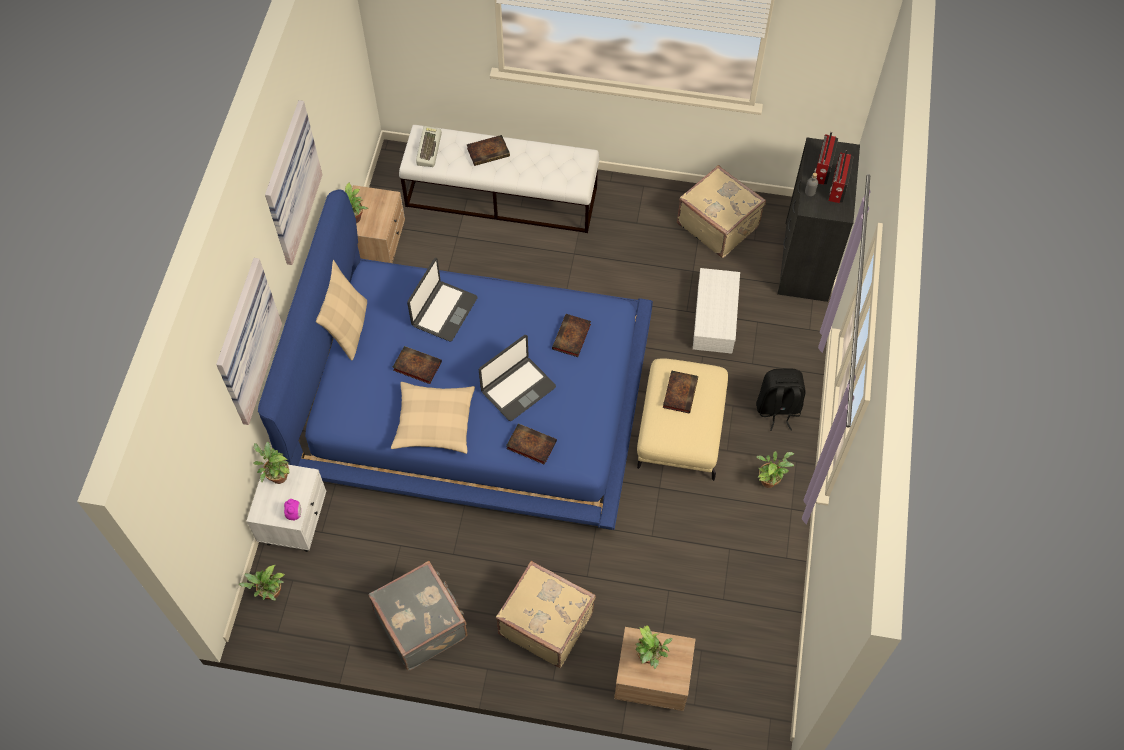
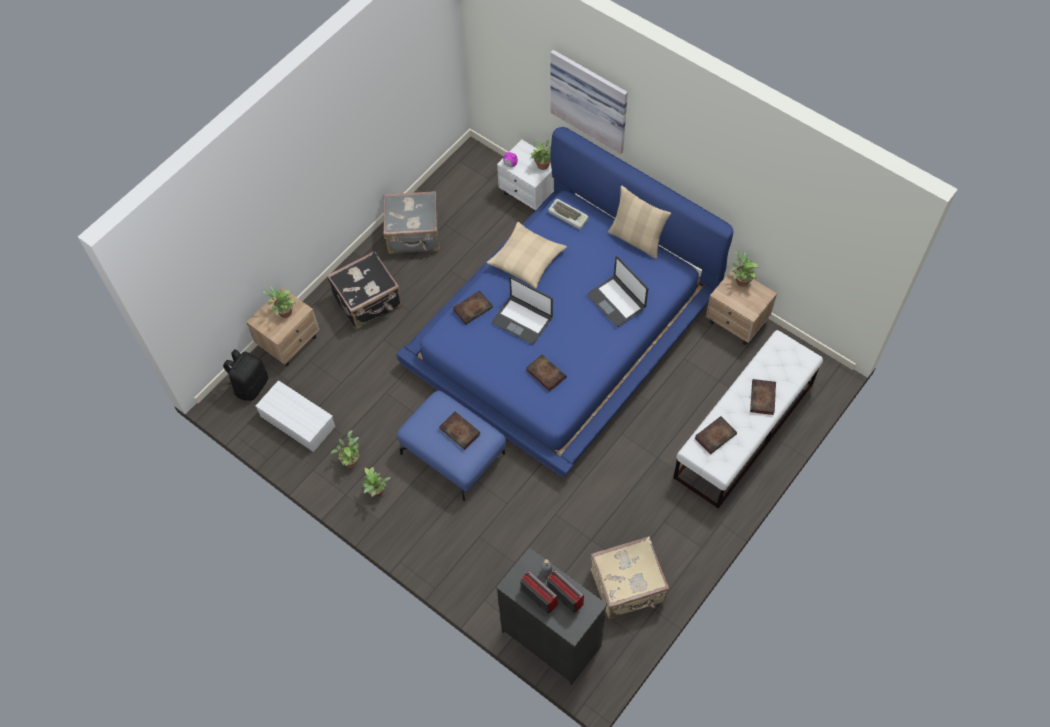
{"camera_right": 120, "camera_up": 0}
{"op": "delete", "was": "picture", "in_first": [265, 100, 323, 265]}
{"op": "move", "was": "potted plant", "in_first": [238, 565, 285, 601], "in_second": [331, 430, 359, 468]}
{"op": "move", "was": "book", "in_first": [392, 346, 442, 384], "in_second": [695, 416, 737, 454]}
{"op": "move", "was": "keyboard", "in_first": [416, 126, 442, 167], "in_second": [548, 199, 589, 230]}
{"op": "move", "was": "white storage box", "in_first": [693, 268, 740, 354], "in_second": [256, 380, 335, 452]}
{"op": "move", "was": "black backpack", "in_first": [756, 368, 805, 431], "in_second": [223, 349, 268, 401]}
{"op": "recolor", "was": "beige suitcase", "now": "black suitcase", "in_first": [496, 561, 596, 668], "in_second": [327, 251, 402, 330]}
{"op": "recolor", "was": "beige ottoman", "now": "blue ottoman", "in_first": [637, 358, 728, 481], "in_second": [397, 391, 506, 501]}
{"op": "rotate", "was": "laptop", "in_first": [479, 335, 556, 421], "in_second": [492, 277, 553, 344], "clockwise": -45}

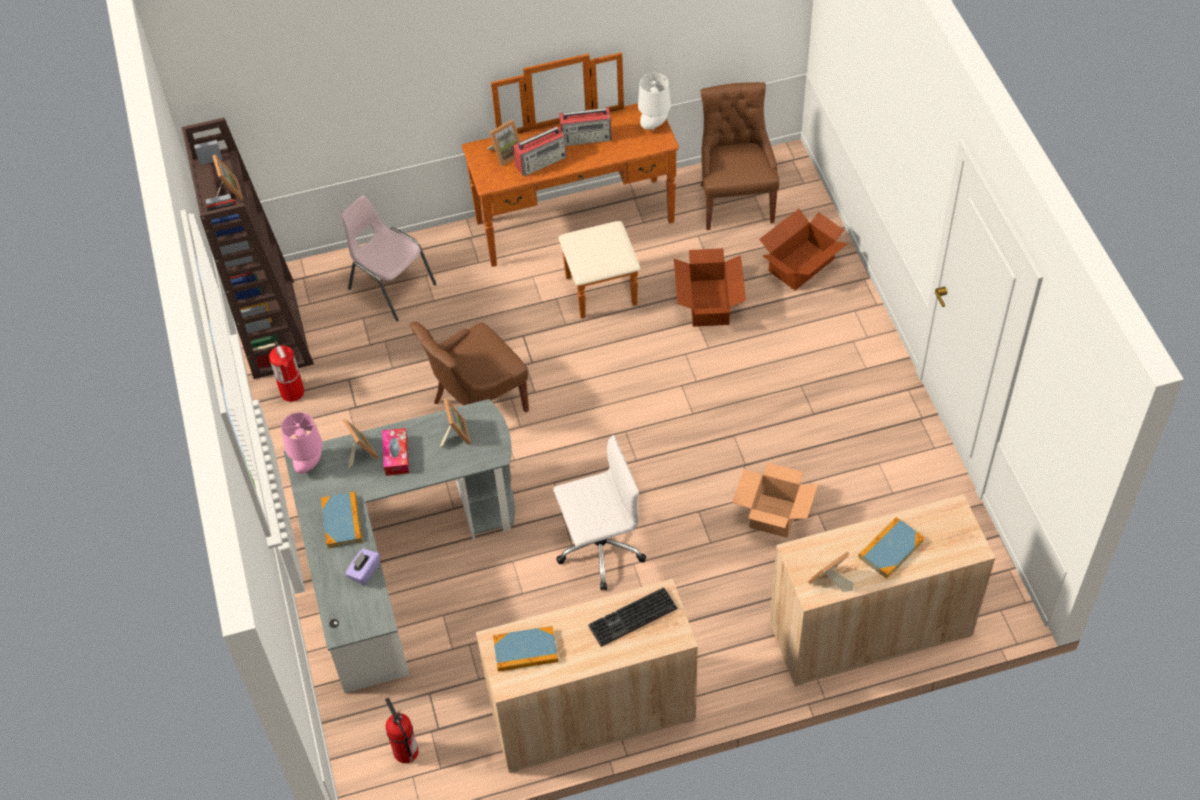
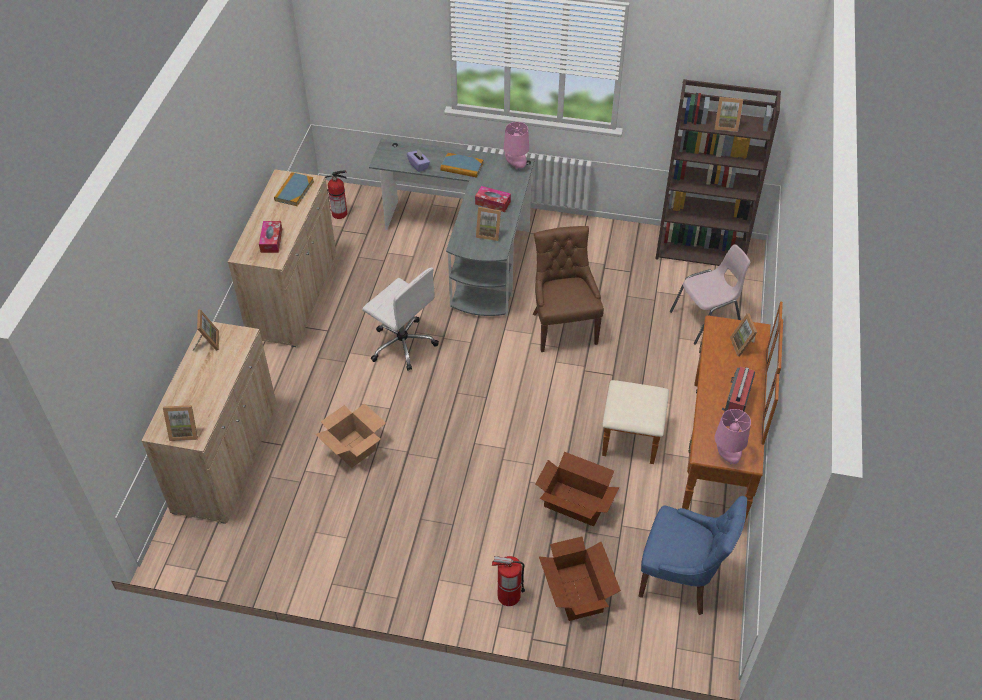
{"camera_right": 115, "camera_up": -5}
{"op": "delete", "was": "radio", "in_first": [513, 126, 566, 176]}
{"op": "delete", "was": "book", "in_first": [858, 517, 925, 579]}
{"op": "move", "was": "fire extinguisher", "in_first": [269, 340, 304, 402], "in_second": [492, 556, 525, 606]}
{"op": "move", "was": "picture frame", "in_first": [343, 418, 378, 469], "in_second": [163, 405, 198, 441]}
{"op": "replace", "was": "keyboard", "now": "tissue box", "in_first": [588, 587, 677, 647], "in_second": [259, 221, 282, 253]}
{"op": "recolor", "was": "white table lamp", "now": "pink table lamp", "in_first": [638, 73, 671, 131], "in_second": [715, 409, 751, 464]}
{"op": "recolor", "was": "brown chair", "now": "blue chair", "in_first": [700, 82, 779, 230], "in_second": [639, 496, 747, 615]}
{"op": "rotate", "was": "white office chair", "in_first": [553, 435, 646, 590], "in_second": [362, 268, 439, 371], "clockwise": -60}

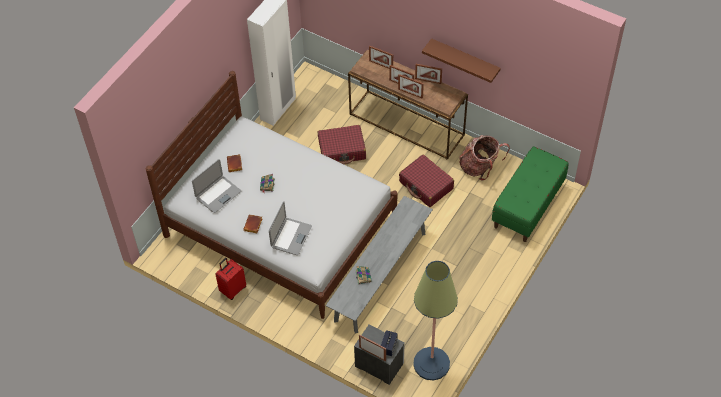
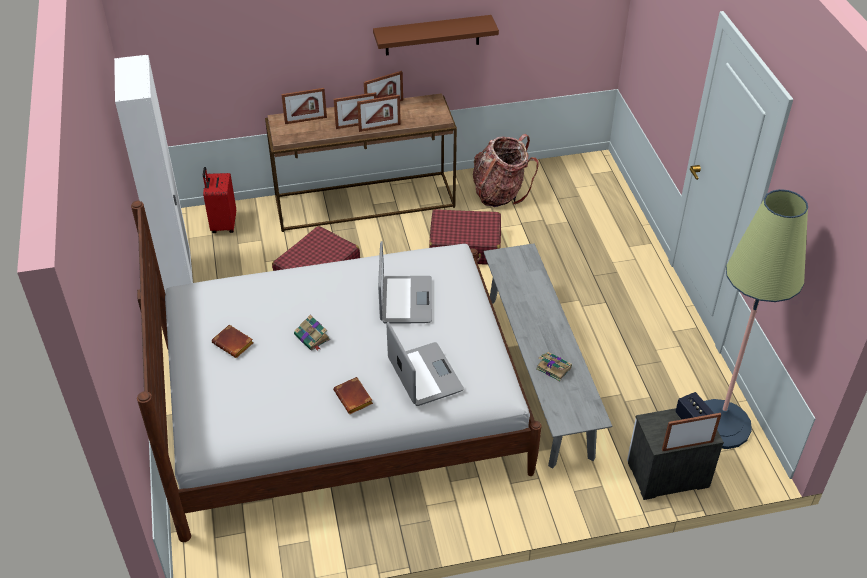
{"camera_right": -45, "camera_up": -10}
{"op": "delete", "was": "green bench", "in_first": [492, 146, 568, 242]}
{"op": "move", "was": "laptop", "in_first": [192, 159, 241, 213], "in_second": [378, 241, 432, 323]}
{"op": "move", "was": "red suitcase", "in_first": [215, 258, 246, 300], "in_second": [203, 167, 236, 233]}

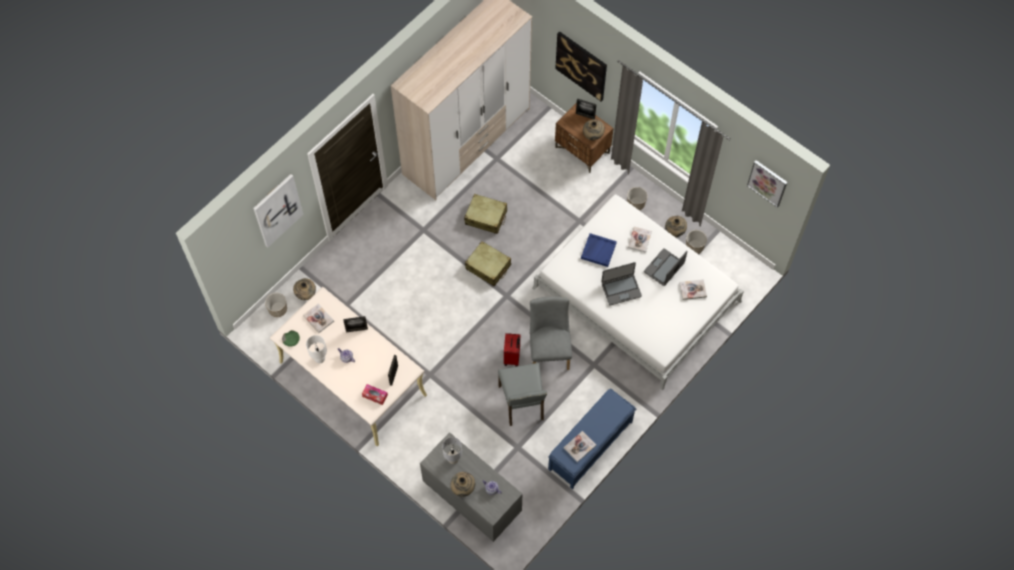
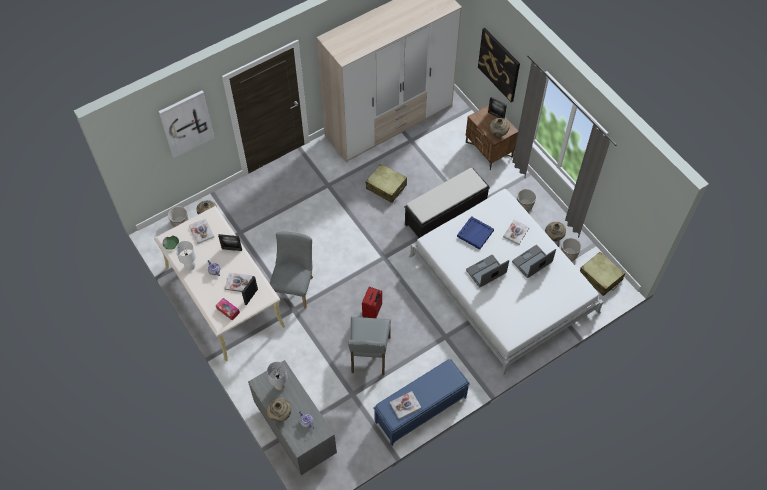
{"camera_right": 15, "camera_up": -5}
{"op": "delete", "was": "picture", "in_first": [747, 160, 787, 208]}
{"op": "insert", "now": "black bench", "in_second": [404, 168, 490, 238]}
{"op": "move", "was": "beige suitcase", "in_first": [465, 241, 511, 286], "in_second": [580, 252, 625, 296]}
{"op": "move", "was": "grey chair", "in_first": [530, 296, 572, 370], "in_second": [270, 231, 313, 308]}
{"op": "move", "was": "book", "in_first": [679, 279, 707, 300], "in_second": [225, 272, 253, 292]}
{"op": "rotate", "was": "laptop", "in_first": [601, 262, 642, 306], "in_second": [466, 255, 509, 287], "clockwise": 150}

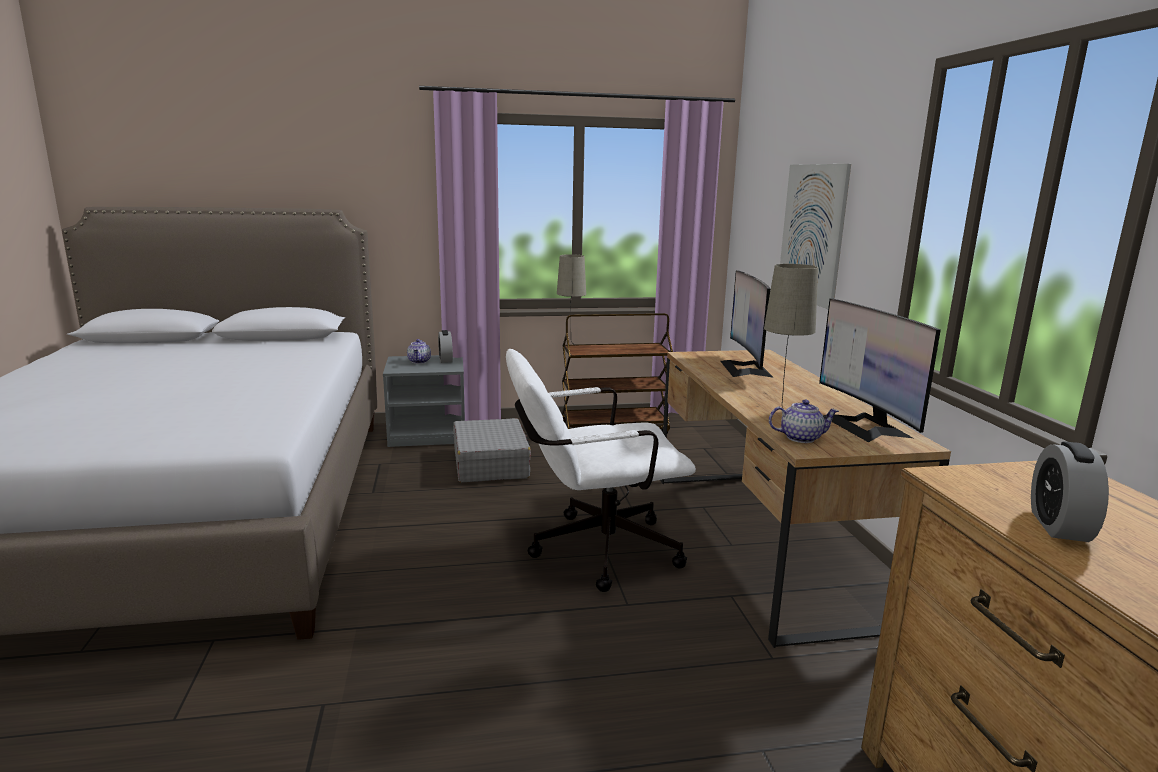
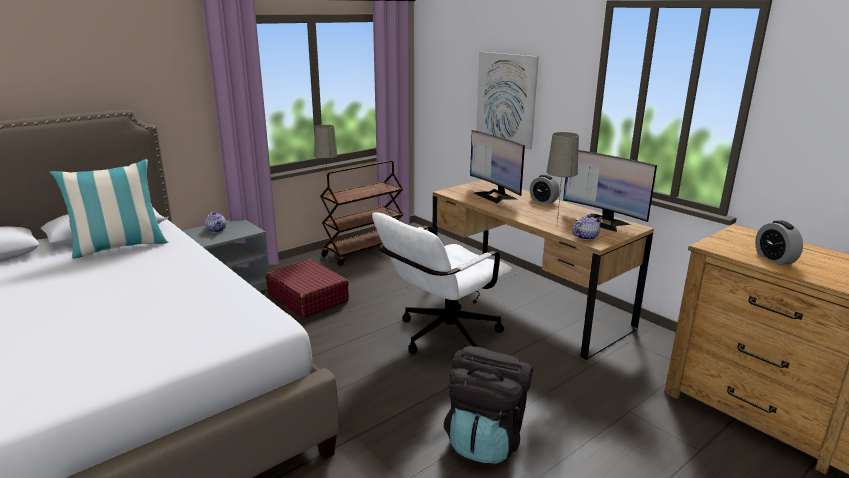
{"camera_right": -30, "camera_up": 5}
{"op": "insert", "now": "pillow", "in_second": [49, 159, 169, 259]}
{"op": "insert", "now": "black backpack", "in_second": [444, 346, 533, 464]}
{"op": "move", "was": "alarm clock", "in_first": [438, 330, 453, 363], "in_second": [530, 175, 560, 204]}
{"op": "recolor", "was": "grey suitcase", "now": "red suitcase", "in_first": [453, 418, 531, 482], "in_second": [266, 259, 349, 318]}

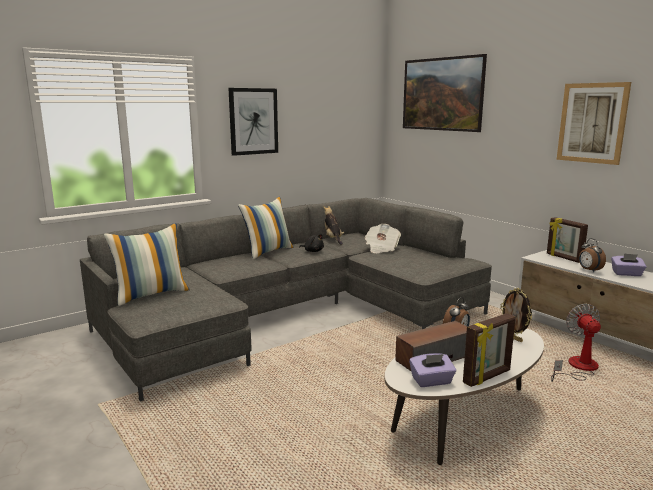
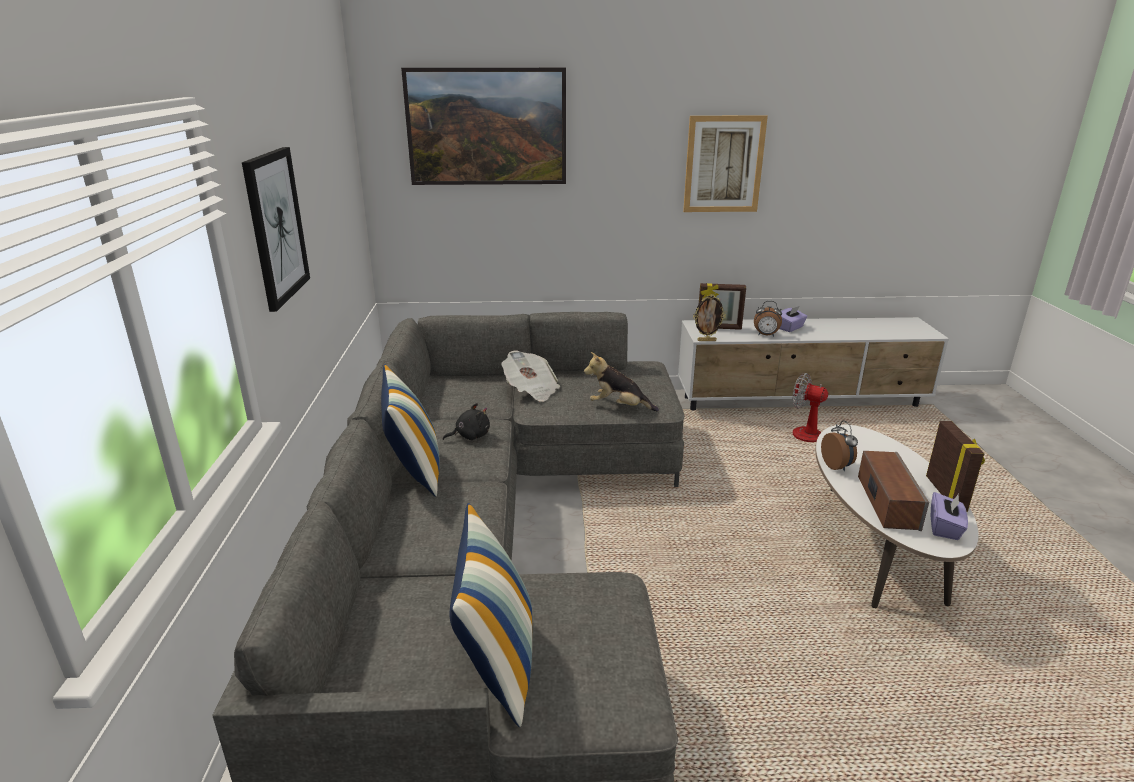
{"camera_right": -55, "camera_up": 10}
{"op": "move", "was": "plush toy", "in_first": [323, 206, 344, 245], "in_second": [584, 352, 659, 412]}
{"op": "move", "was": "picture frame", "in_first": [500, 288, 532, 342], "in_second": [693, 294, 726, 341]}

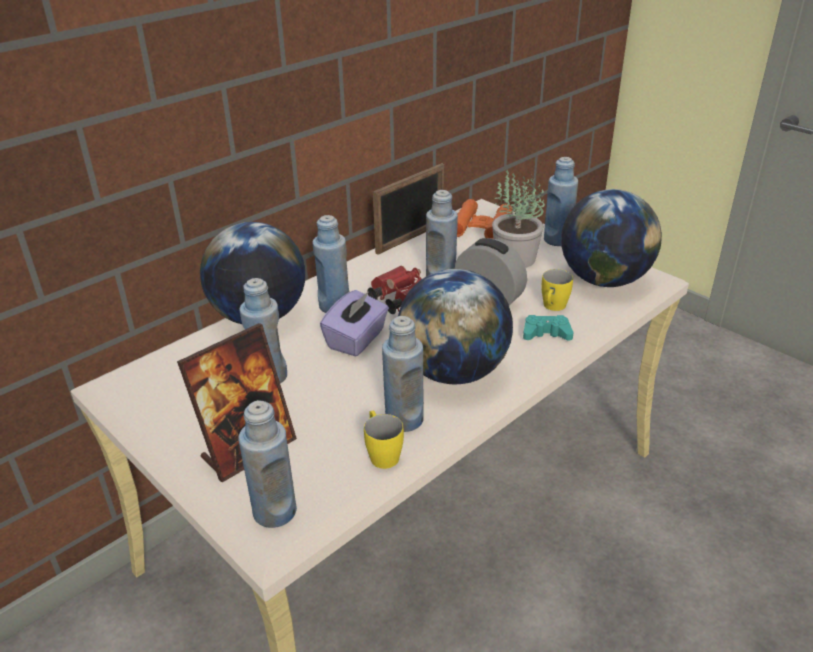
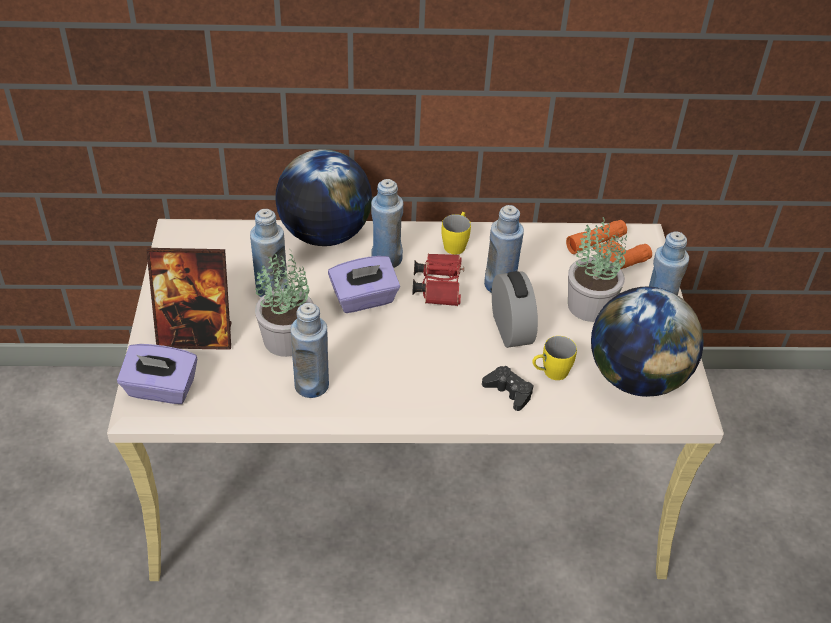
{"camera_right": 40, "camera_up": 10}
{"op": "delete", "was": "picture frame", "in_first": [373, 163, 444, 255]}
{"op": "delete", "was": "globe", "in_first": [398, 269, 513, 384]}
{"op": "insert", "now": "potted plant", "in_second": [255, 252, 314, 357]}
{"op": "move", "was": "yellow mug", "in_first": [364, 410, 404, 469], "in_second": [441, 212, 471, 255]}
{"op": "replace", "was": "blue bottle", "now": "purple tissue box", "in_first": [238, 400, 297, 528], "in_second": [117, 344, 197, 404]}
{"op": "recolor", "was": "turquoise game controller", "now": "black game controller", "in_first": [523, 315, 574, 341], "in_second": [482, 366, 533, 411]}

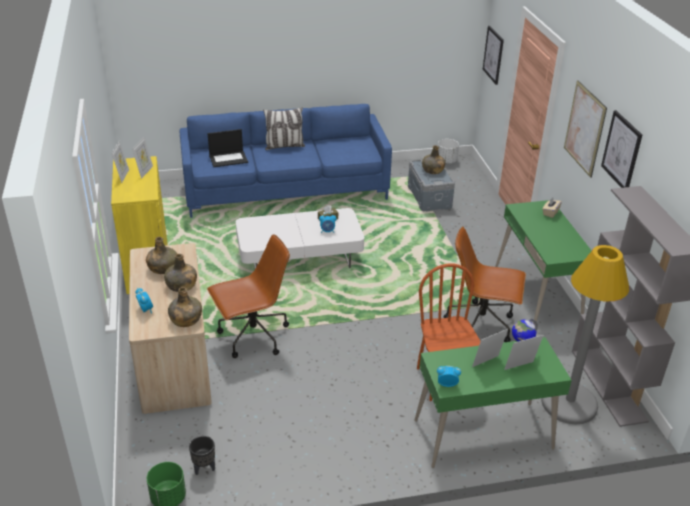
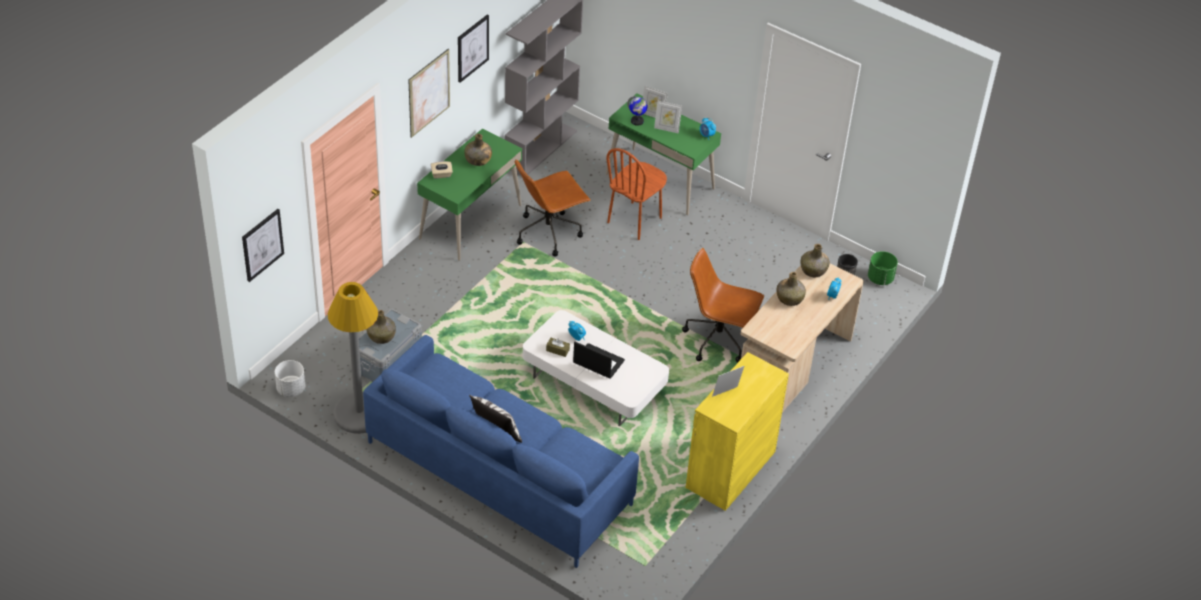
{"camera_right": -135, "camera_up": 10}
{"op": "delete", "was": "picture frame", "in_first": [111, 141, 129, 183]}
{"op": "move", "was": "green bottle", "in_first": [146, 237, 177, 274], "in_second": [464, 134, 492, 166]}
{"op": "move", "was": "laptop", "in_first": [208, 129, 248, 167], "in_second": [573, 342, 625, 379]}
{"op": "move", "was": "grey floor lamp", "in_first": [541, 245, 629, 424], "in_second": [328, 282, 378, 434]}
{"op": "rotate", "was": "brown office chair", "in_first": [444, 226, 526, 342], "in_second": [515, 159, 591, 257], "clockwise": 90}

